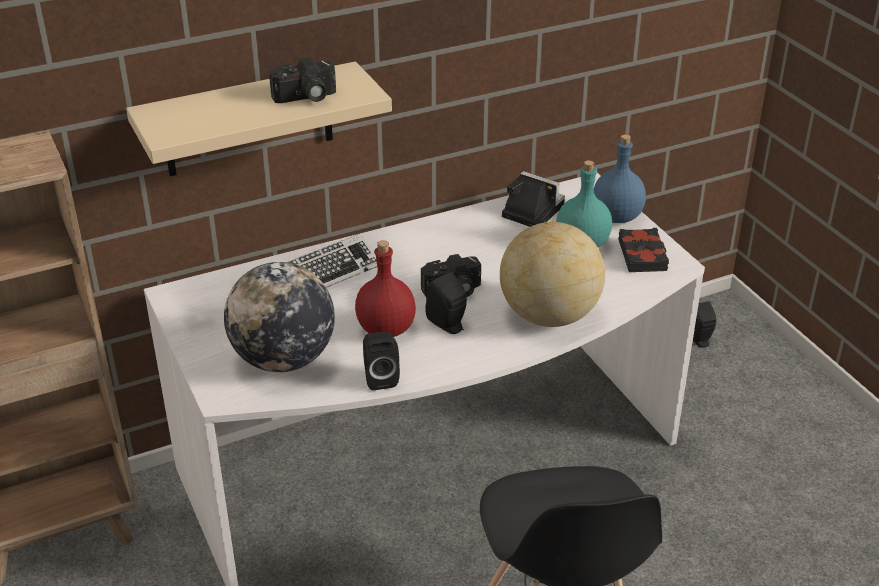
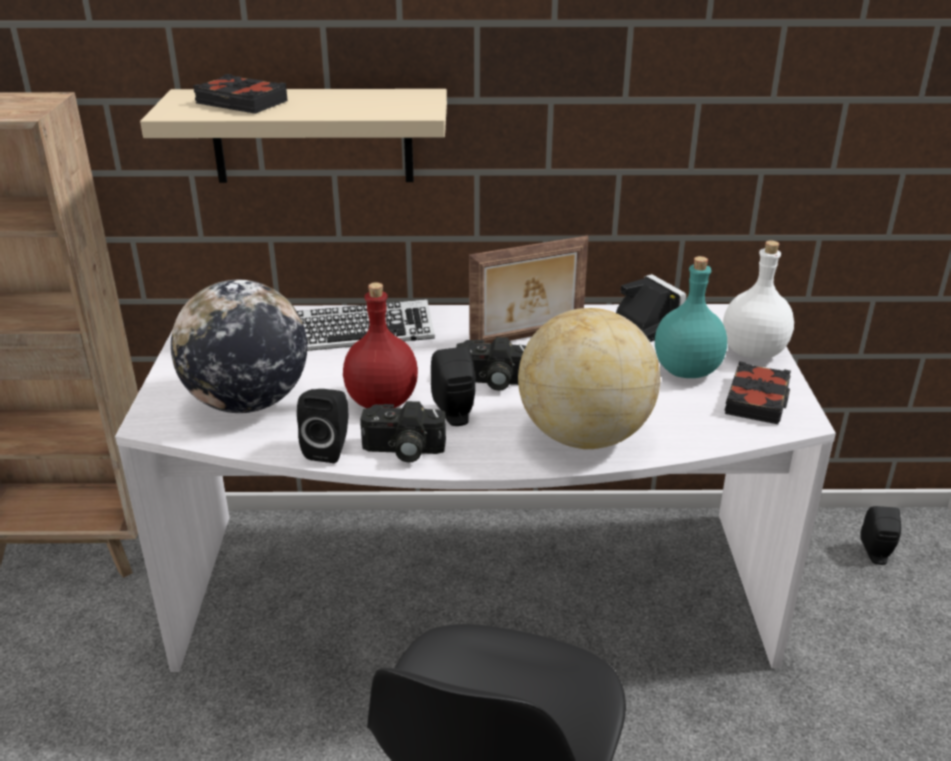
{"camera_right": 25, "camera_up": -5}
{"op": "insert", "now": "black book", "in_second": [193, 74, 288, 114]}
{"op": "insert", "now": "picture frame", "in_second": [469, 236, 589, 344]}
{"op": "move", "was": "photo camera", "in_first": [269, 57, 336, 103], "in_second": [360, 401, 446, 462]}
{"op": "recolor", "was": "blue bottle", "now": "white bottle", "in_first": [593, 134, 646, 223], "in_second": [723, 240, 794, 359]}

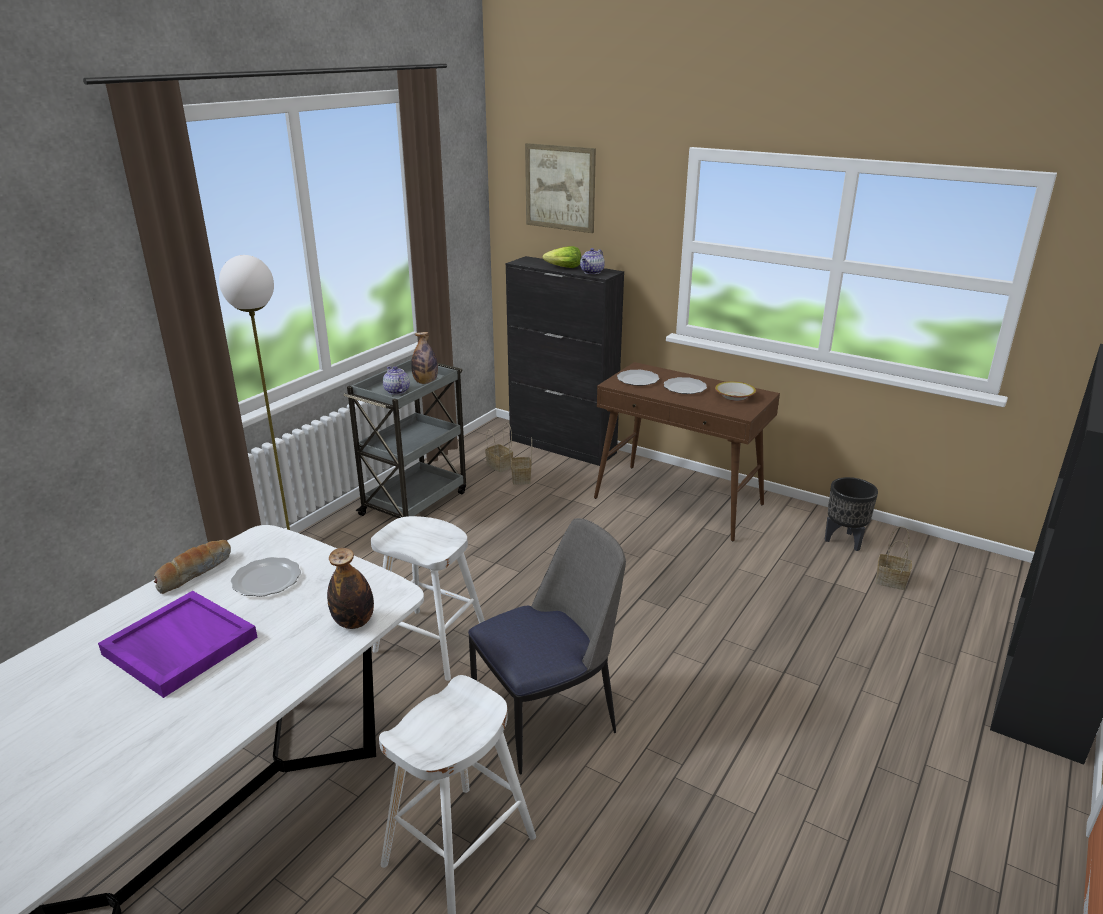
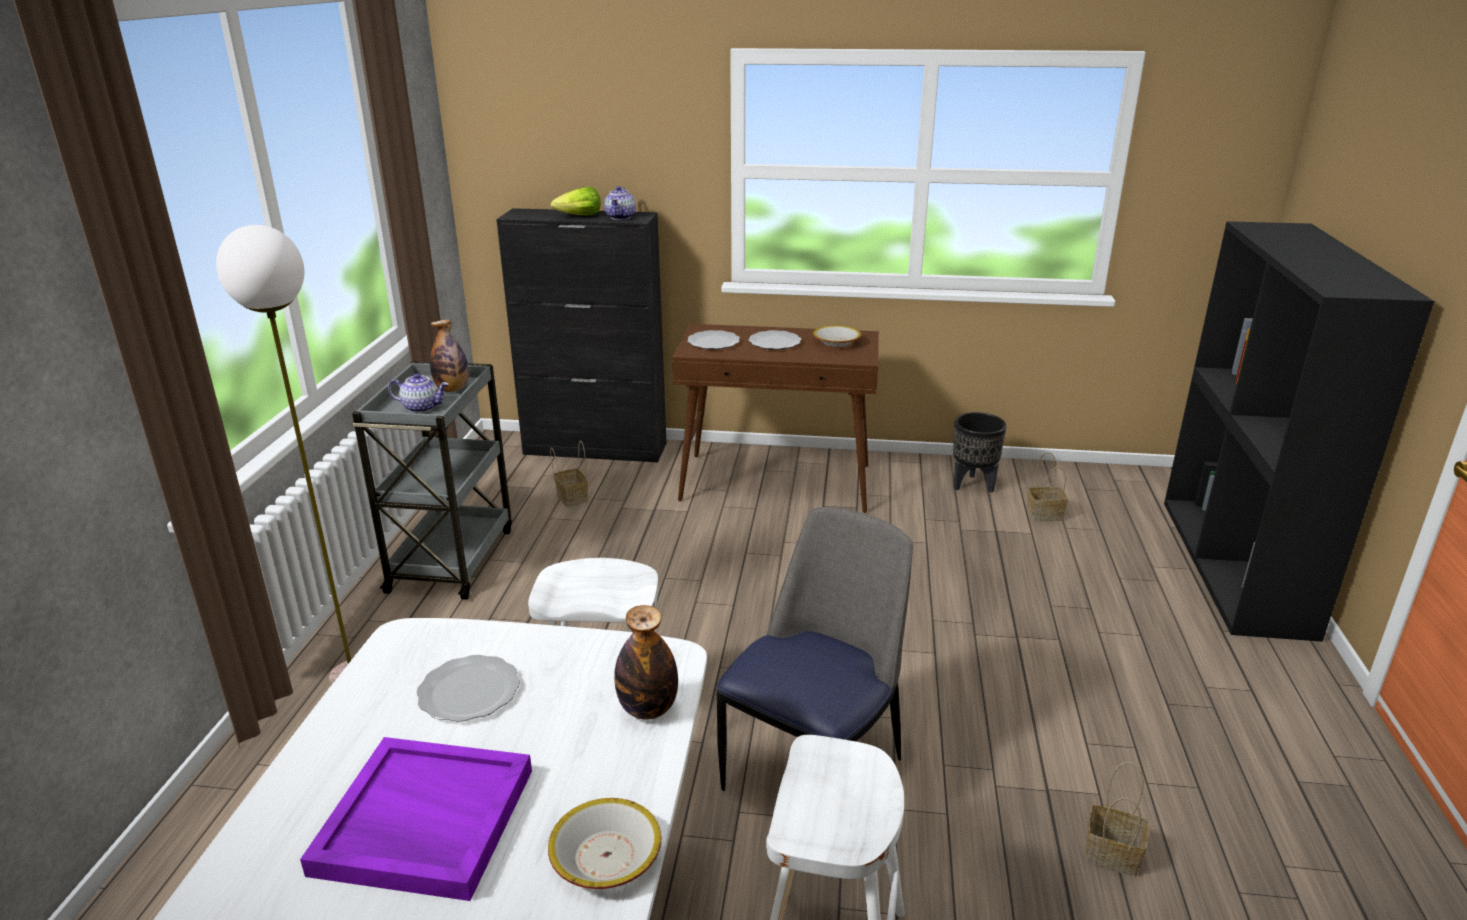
{"camera_right": -25, "camera_up": 0}
{"op": "delete", "was": "bread", "in_first": [154, 540, 231, 594]}
{"op": "delete", "was": "picture", "in_first": [525, 143, 596, 233]}
{"op": "insert", "now": "bowl", "in_second": [548, 798, 661, 889]}
{"op": "move", "was": "basket", "in_first": [485, 423, 513, 472], "in_second": [1085, 762, 1148, 876]}
{"op": "rotate", "was": "teapot", "in_first": [383, 366, 410, 395], "in_second": [388, 373, 448, 413], "clockwise": 150}

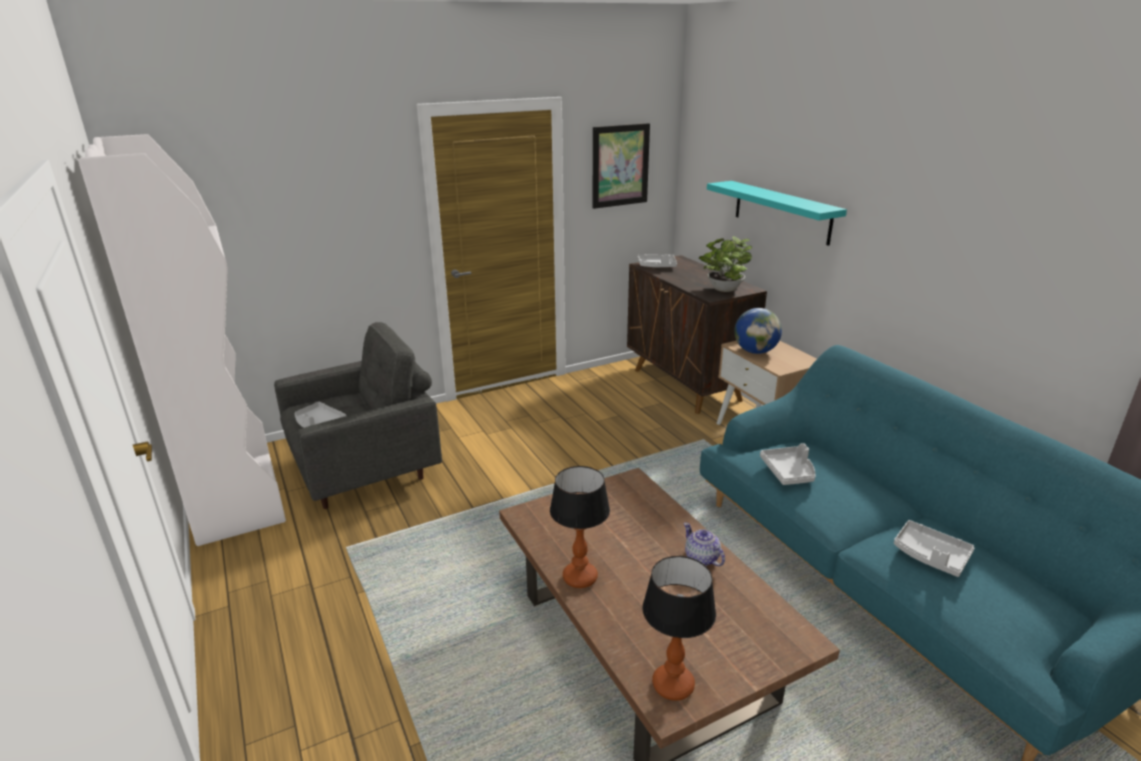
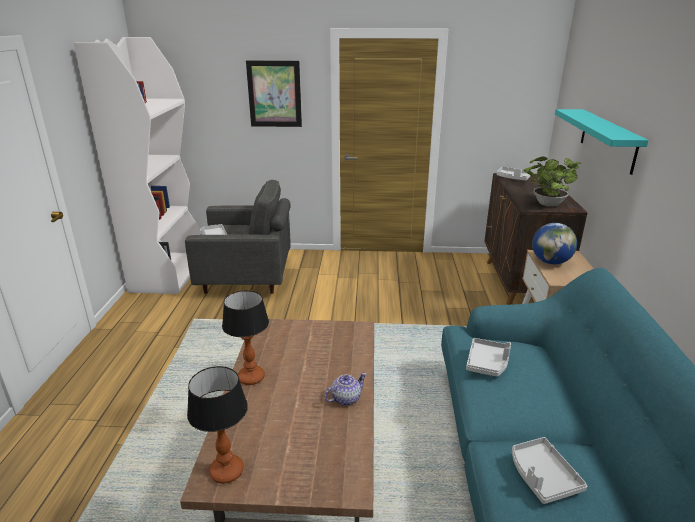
{"camera_right": 30, "camera_up": 0}
{"op": "move", "was": "picture", "in_first": [592, 123, 650, 209], "in_second": [246, 60, 302, 127]}
{"op": "rotate", "was": "teapot", "in_first": [684, 523, 725, 566], "in_second": [325, 373, 367, 405], "clockwise": 60}

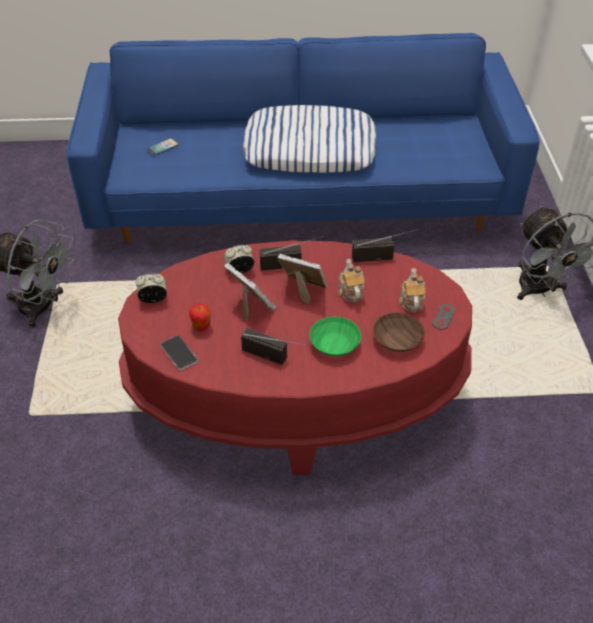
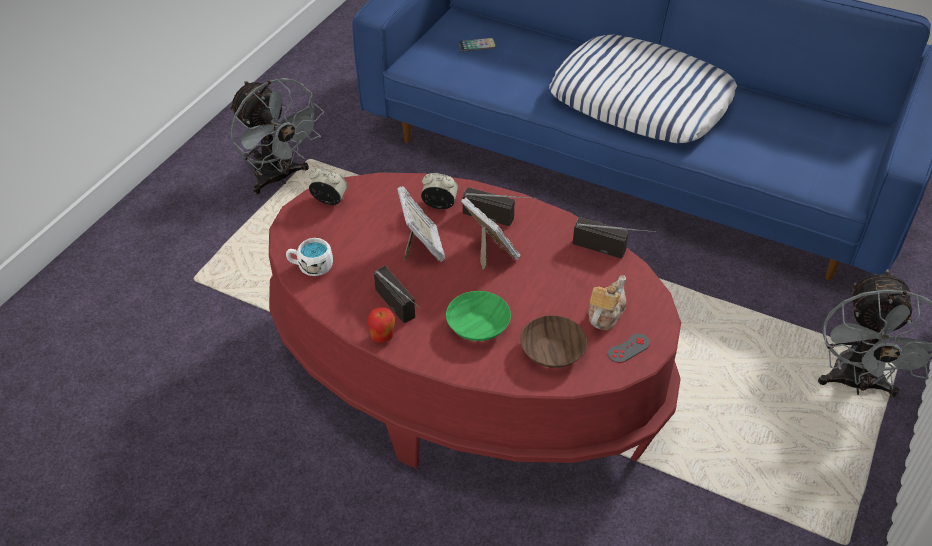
{"camera_right": 30, "camera_up": 0}
{"op": "delete", "was": "teapot", "in_first": [338, 259, 365, 302]}
{"op": "move", "was": "apple", "in_first": [189, 304, 210, 331], "in_second": [367, 307, 395, 342]}
{"op": "replace", "was": "phone", "now": "white mug", "in_first": [160, 335, 198, 371], "in_second": [286, 238, 333, 276]}

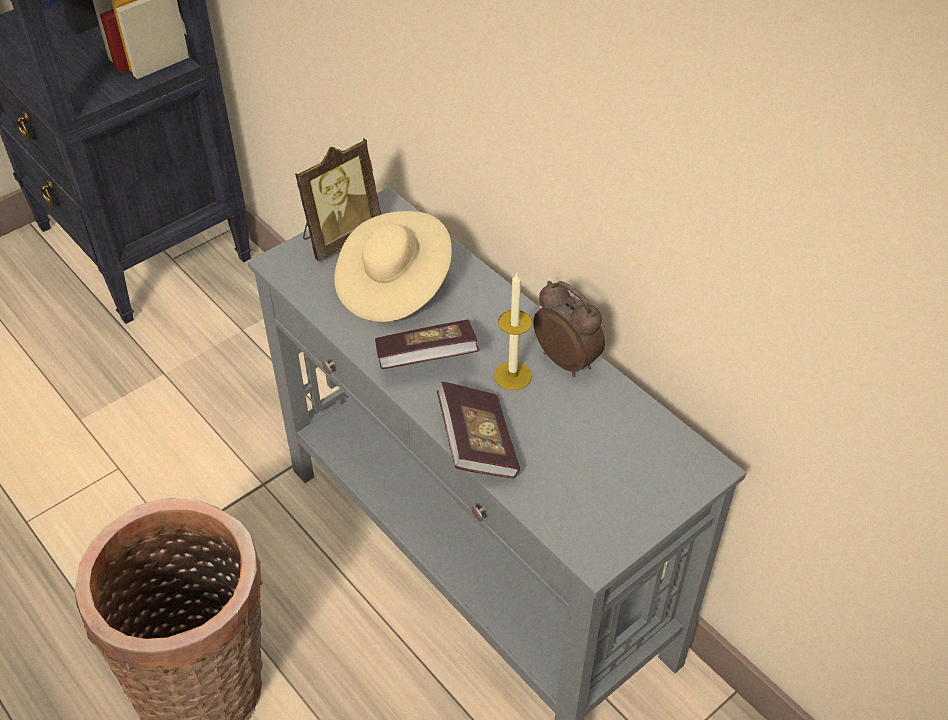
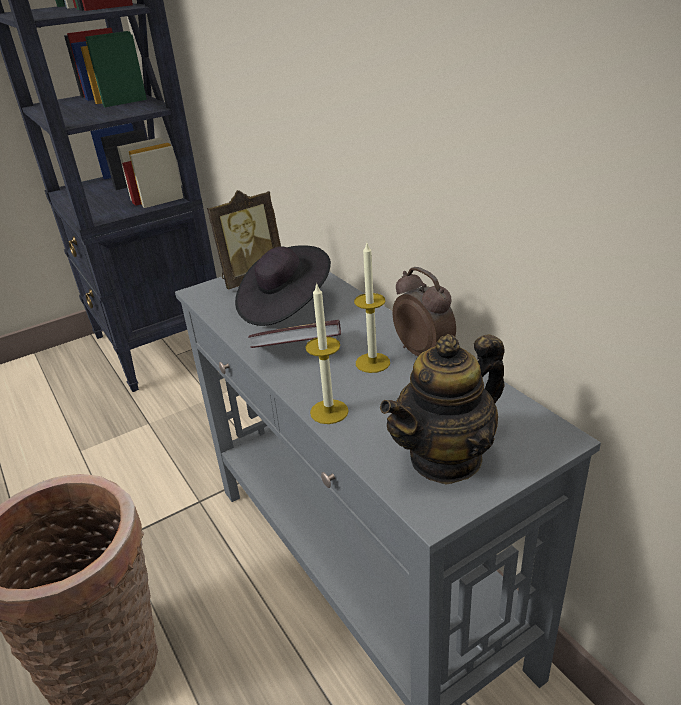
{"camera_right": 10, "camera_up": -15}
{"op": "insert", "now": "teapot", "in_second": [380, 334, 505, 485]}
{"op": "replace", "was": "book", "now": "candle", "in_first": [437, 382, 520, 479], "in_second": [305, 282, 349, 424]}
{"op": "recolor", "was": "beige hat", "now": "black hat", "in_first": [334, 211, 452, 322], "in_second": [235, 245, 331, 326]}

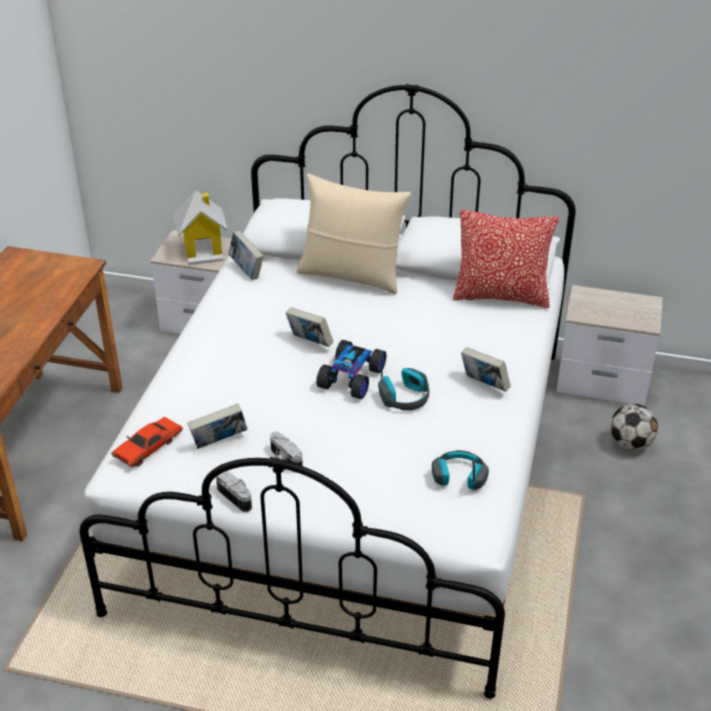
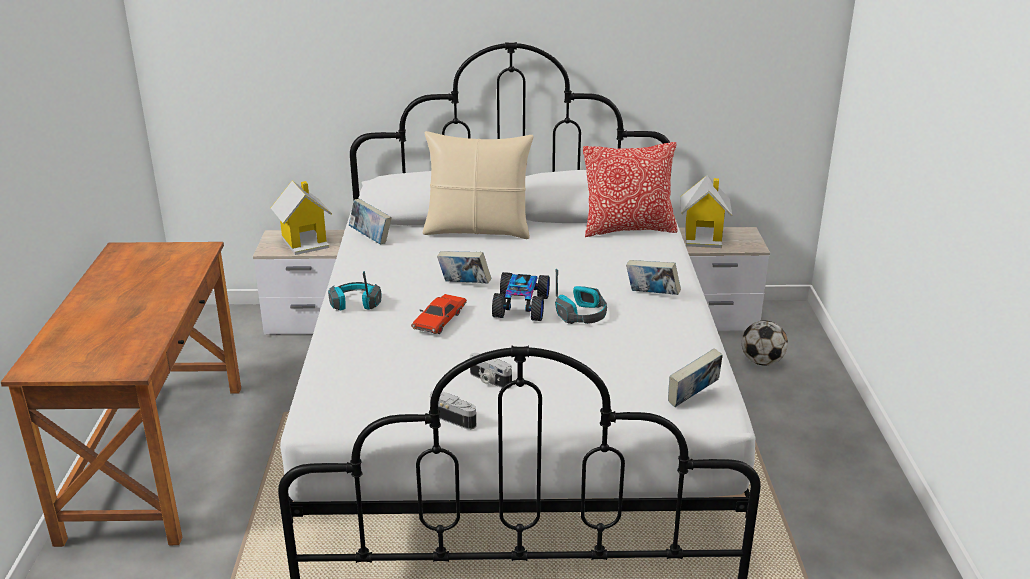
{"camera_right": -15, "camera_up": -10}
{"op": "insert", "now": "toy house", "in_second": [680, 175, 732, 248]}
{"op": "move", "was": "red toy car", "in_first": [111, 417, 183, 468], "in_second": [411, 294, 467, 334]}
{"op": "move", "was": "book", "in_first": [187, 403, 248, 449], "in_second": [668, 348, 723, 407]}
{"op": "move", "was": "headphones", "in_first": [432, 450, 489, 490], "in_second": [328, 271, 382, 311]}

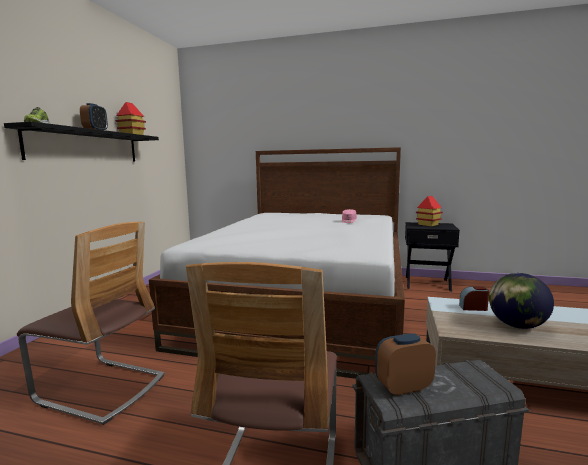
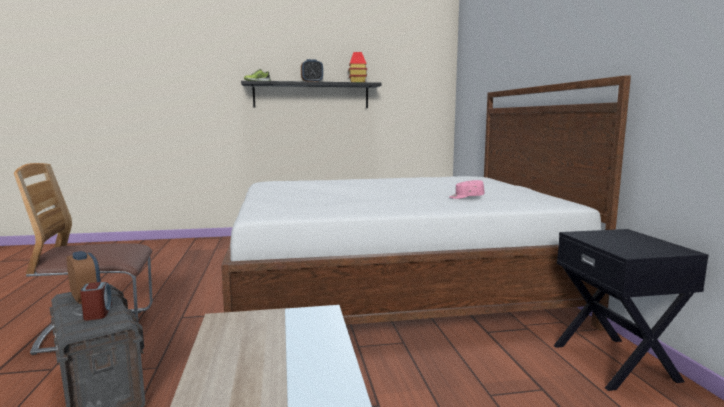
{"camera_right": 65, "camera_up": 0}
{"op": "delete", "was": "chair", "in_first": [17, 222, 165, 425]}
{"op": "delete", "was": "toy house", "in_first": [416, 196, 443, 226]}
{"op": "delete", "was": "globe", "in_first": [489, 273, 554, 329]}
{"op": "move", "was": "alarm clock", "in_first": [459, 287, 489, 311], "in_second": [80, 282, 112, 320]}

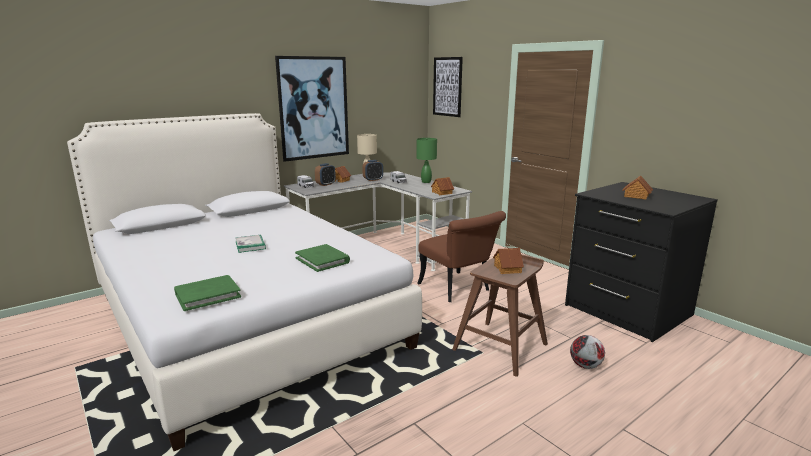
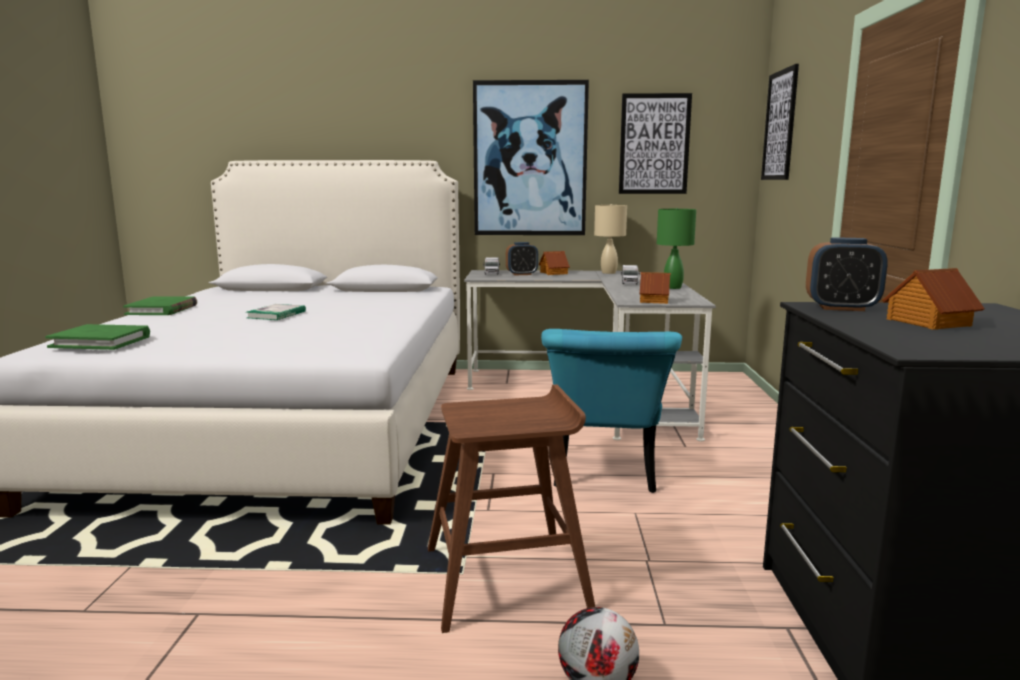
{"camera_right": 40, "camera_up": -5}
{"op": "delete", "was": "toy house", "in_first": [493, 248, 524, 274]}
{"op": "insert", "now": "picture", "in_second": [619, 93, 692, 194]}
{"op": "move", "was": "green book", "in_first": [295, 244, 350, 272], "in_second": [123, 296, 197, 315]}
{"op": "move", "was": "alarm clock", "in_first": [362, 160, 383, 181], "in_second": [806, 238, 888, 311]}
{"op": "recolor", "was": "brown chair", "now": "turquoise chair", "in_first": [417, 211, 506, 302], "in_second": [541, 329, 682, 493]}

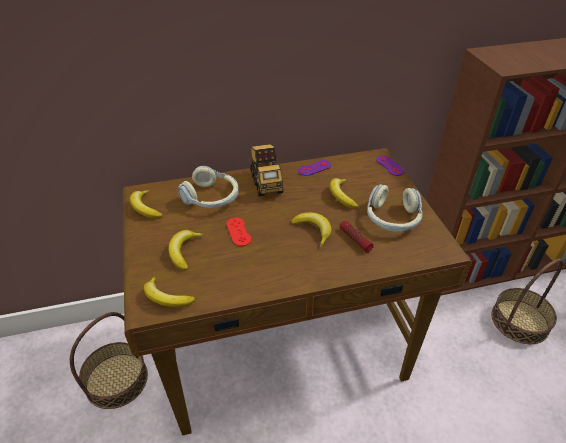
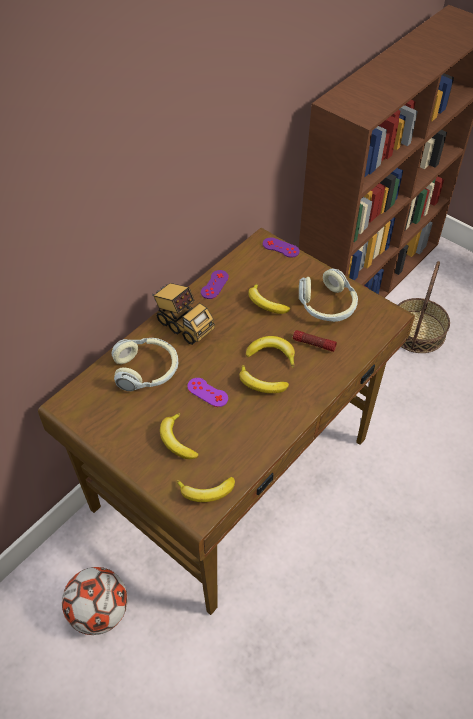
{"camera_right": -35, "camera_up": 10}
{"op": "move", "was": "banana", "in_first": [130, 190, 162, 218], "in_second": [239, 365, 289, 393]}
{"op": "replace", "was": "basket", "now": "football", "in_first": [70, 312, 148, 409], "in_second": [62, 567, 128, 635]}
{"op": "recolor", "was": "red game controller", "now": "purple game controller", "in_first": [227, 218, 251, 246], "in_second": [187, 378, 228, 407]}

